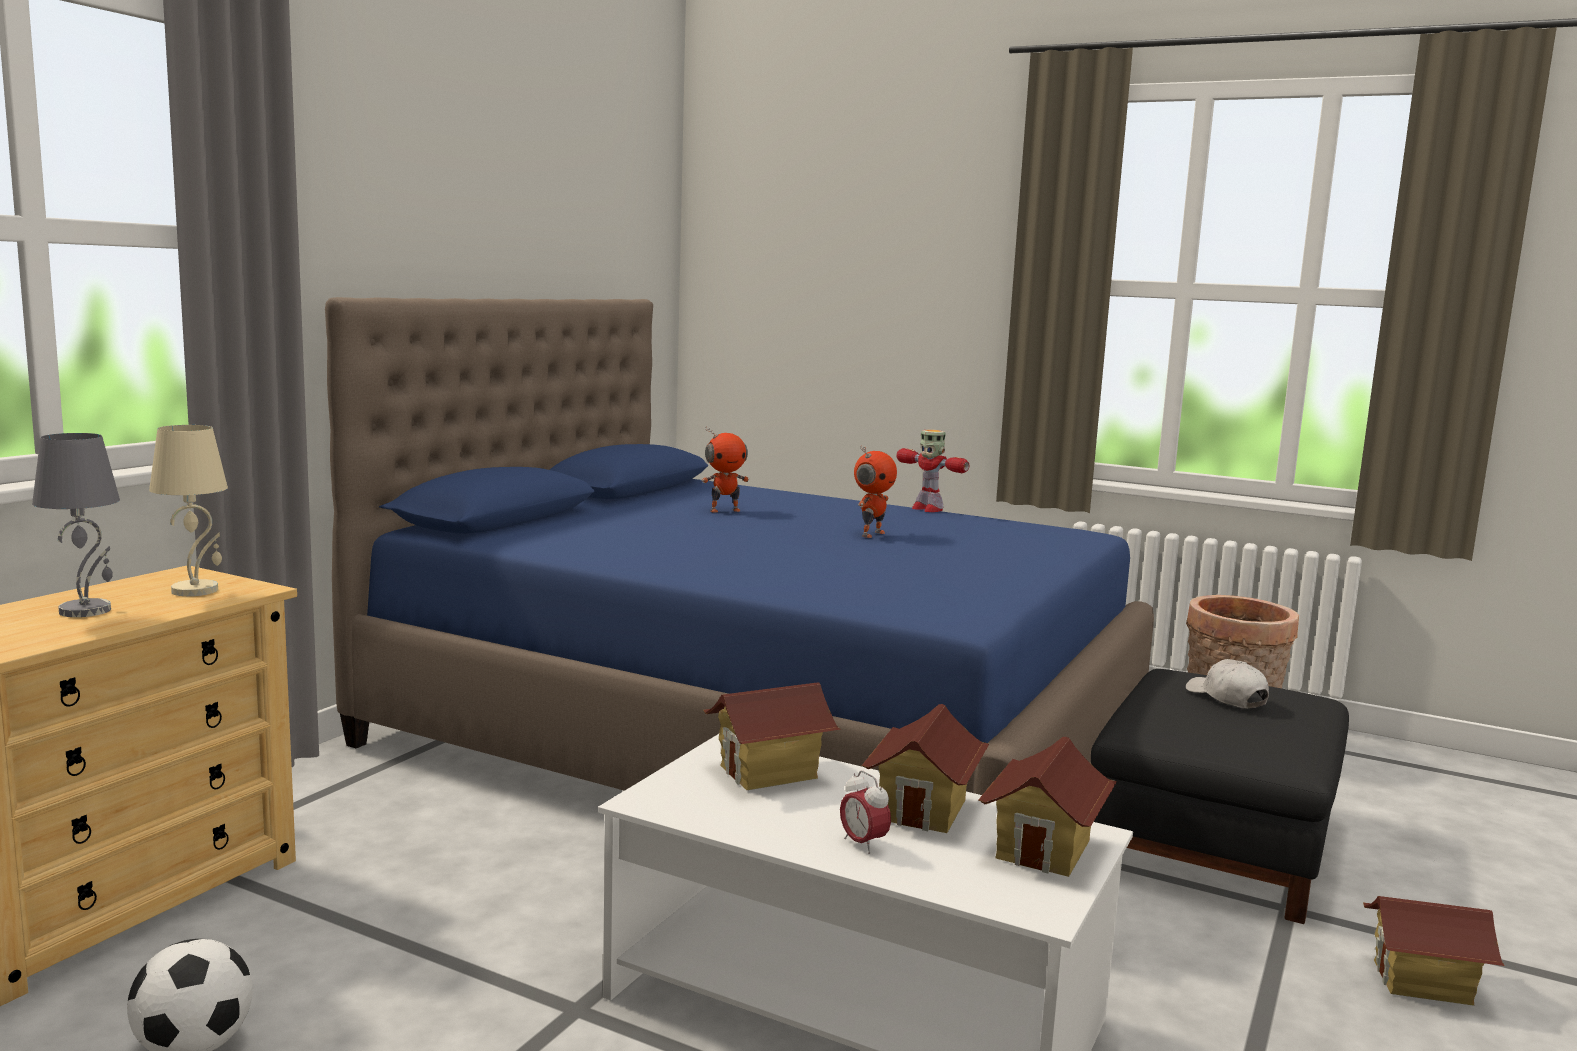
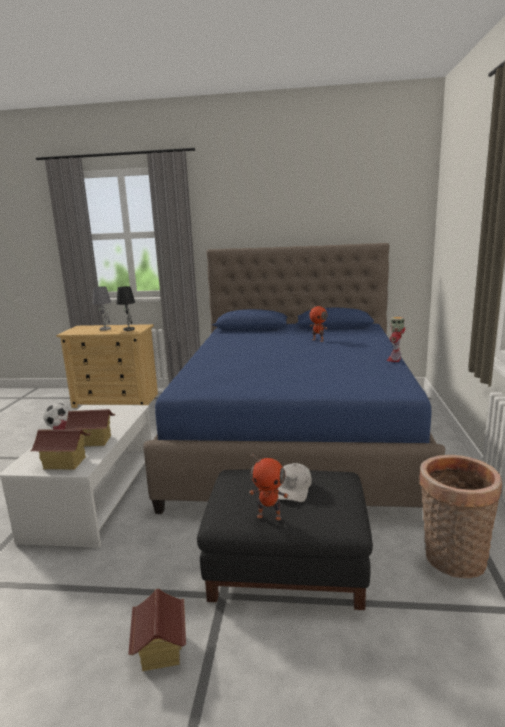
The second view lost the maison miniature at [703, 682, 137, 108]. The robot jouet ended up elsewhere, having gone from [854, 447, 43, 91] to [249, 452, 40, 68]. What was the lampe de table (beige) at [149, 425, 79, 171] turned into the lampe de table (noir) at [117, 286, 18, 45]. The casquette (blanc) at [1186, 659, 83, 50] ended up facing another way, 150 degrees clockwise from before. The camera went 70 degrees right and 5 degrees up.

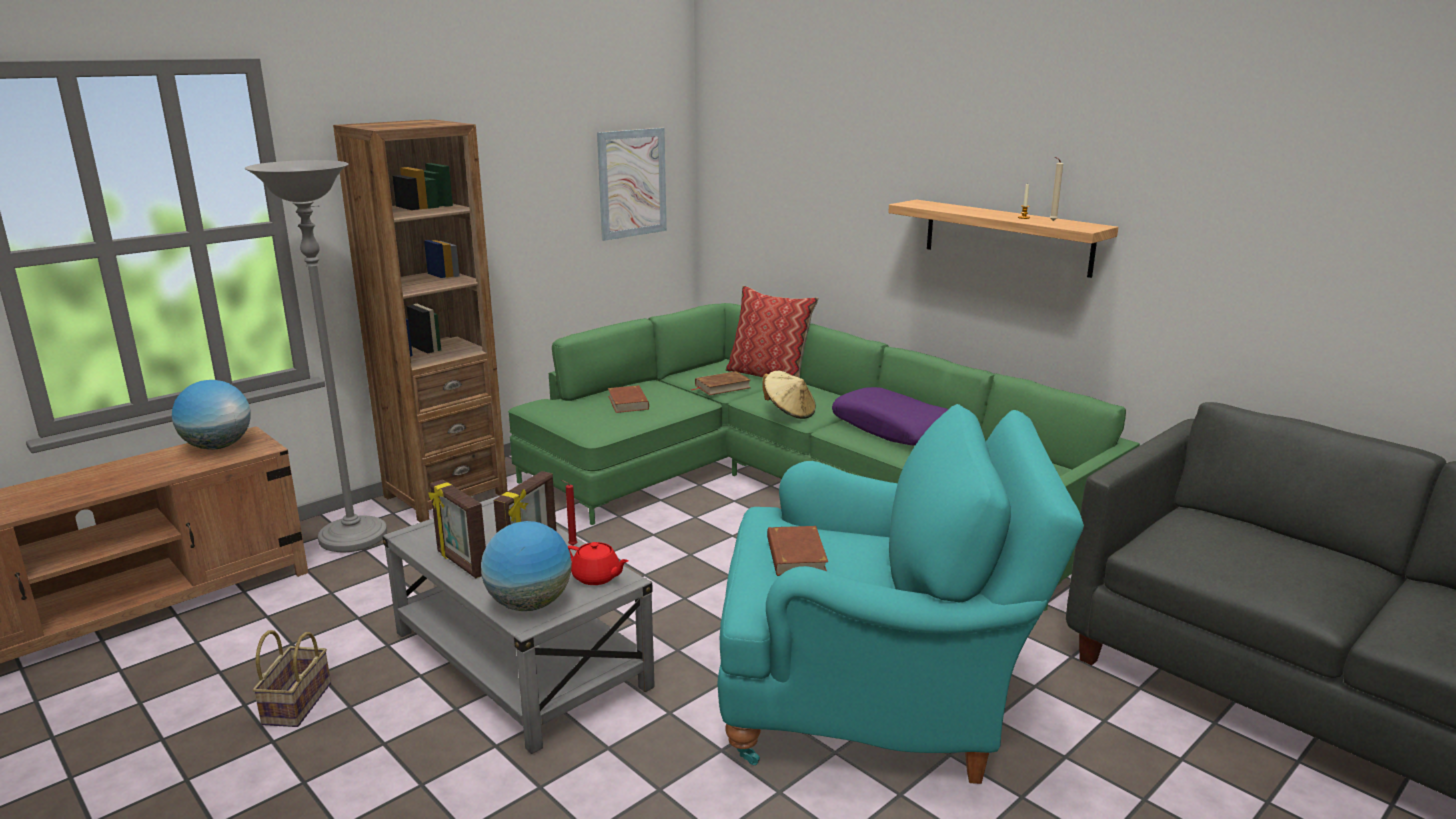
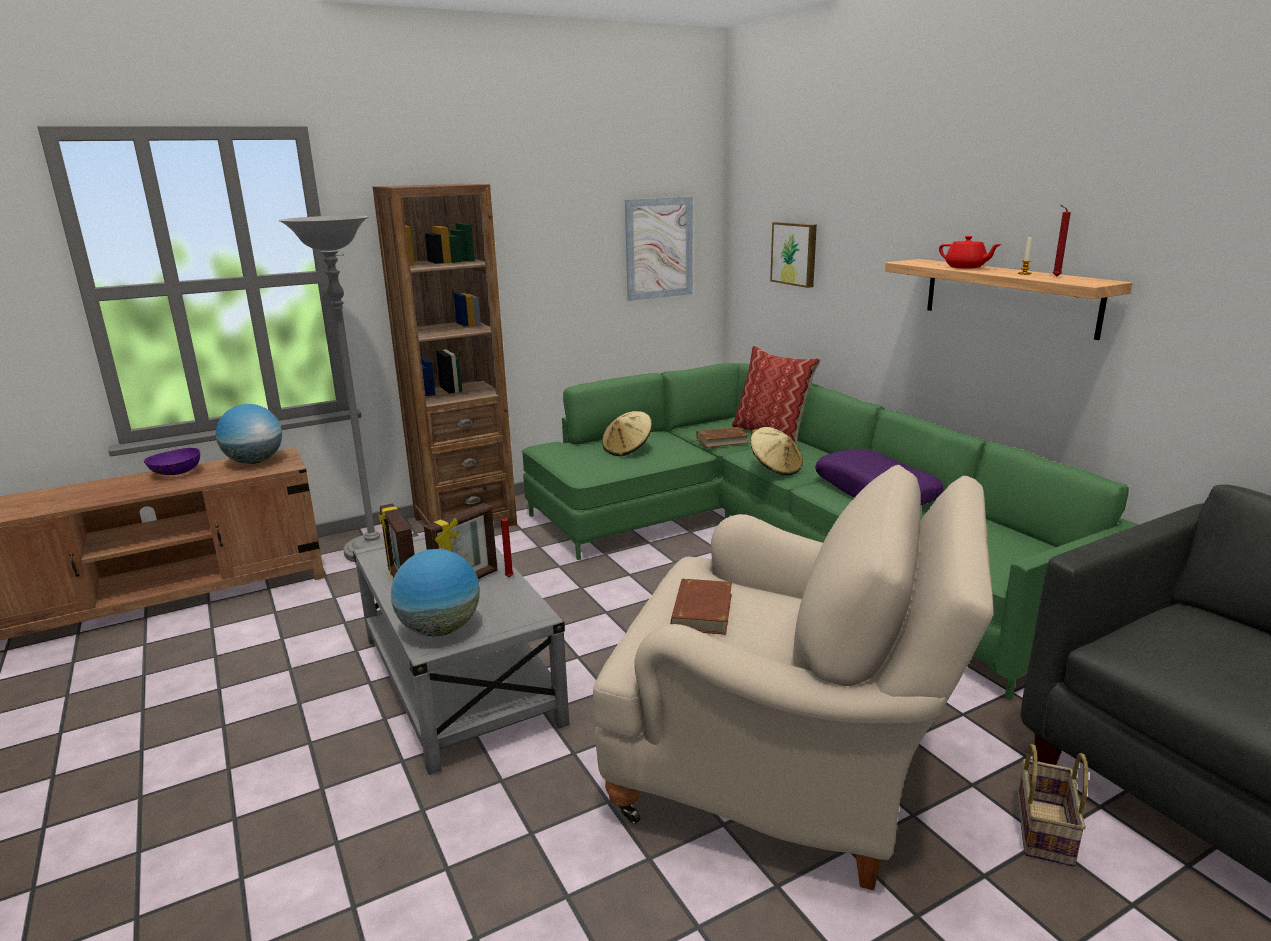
The second view gained the bol (violet) at [144, 448, 56, 27]. The second view gained the tableau at [770, 222, 47, 66]. The panier ended up elsewhere, having gone from [253, 630, 78, 97] to [1017, 744, 71, 122]. The théière (rouge) ended up elsewhere, having gone from [568, 542, 61, 43] to [939, 236, 63, 33]. Where the livre (marron) stood at [608, 385, 41, 28], the chapeau (beige) came to stand at [602, 411, 50, 45]. What was the fauteuil (turquoise) at [718, 404, 366, 380] turned into the fauteuil (beige) at [593, 465, 401, 425]. What was the bougie (beige) at [1050, 157, 13, 64] turned into the bougie (rouge) at [1053, 205, 18, 72]. The camera went 15 degrees right and 0 degrees up.

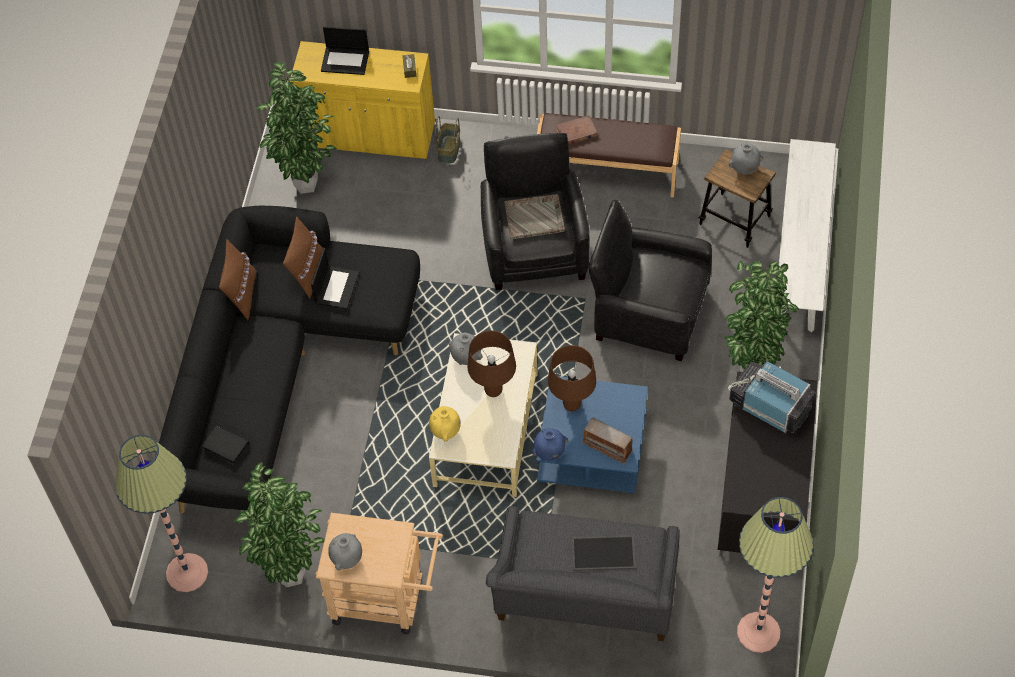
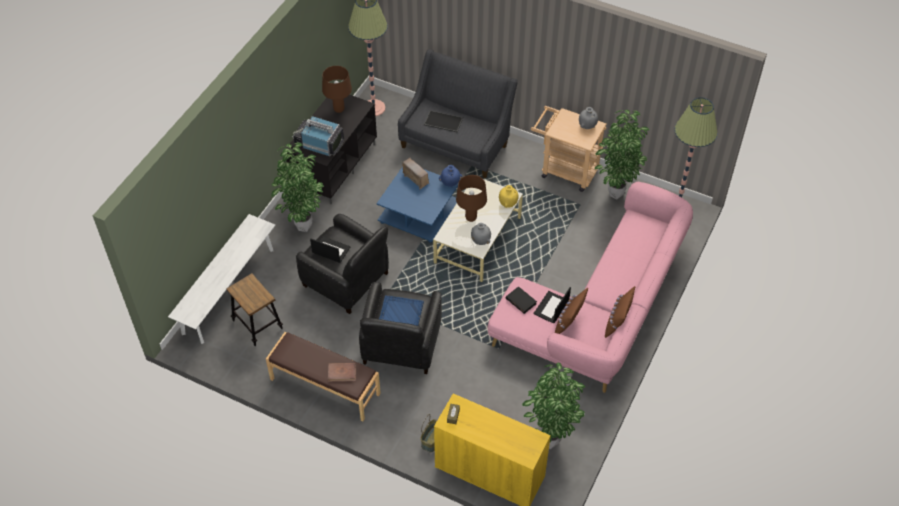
The second view lost the vase (gris) at [728, 142, 35, 32]. The livre (noir) ended up elsewhere, having gone from [202, 426, 47, 39] to [506, 286, 31, 28]. The ordinateur portable ended up elsewhere, having gone from [321, 26, 48, 49] to [310, 237, 40, 26]. The lampe de table (marron) ended up elsewhere, having gone from [548, 345, 48, 67] to [322, 66, 30, 47]. What was the canapé (noir) at [155, 206, 265, 307] turned into the canapé (rose) at [487, 182, 206, 211]. What was the plateau (gris) at [504, 194, 61, 45] turned into the plateau (bleu) at [379, 295, 45, 31]. The téléviseur at [728, 360, 87, 73] ended up facing another way, 150 degrees clockwise from before. The camera went 165 degrees left and 5 degrees down.

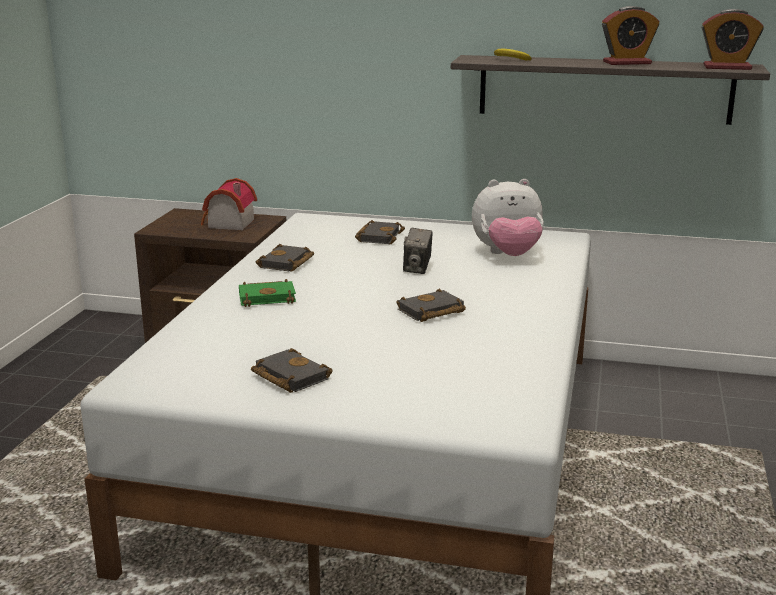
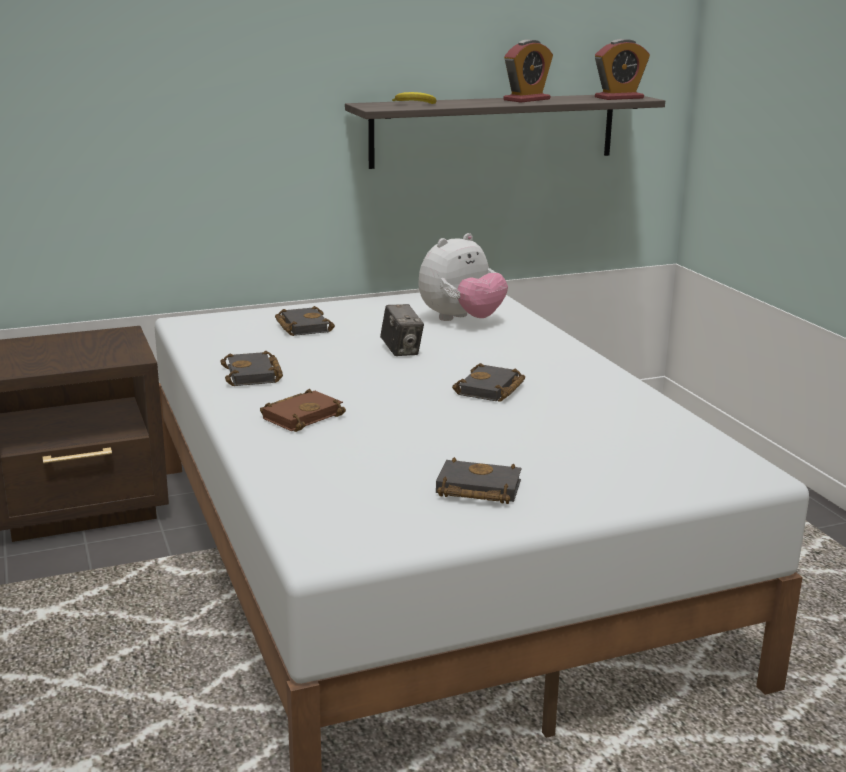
The second view lost the maison miniature at [201, 178, 56, 52]. What was the livre (vert) at [239, 279, 57, 28] turned into the livre (marron) at [260, 389, 86, 43]. The camera went 35 degrees left and 0 degrees up.

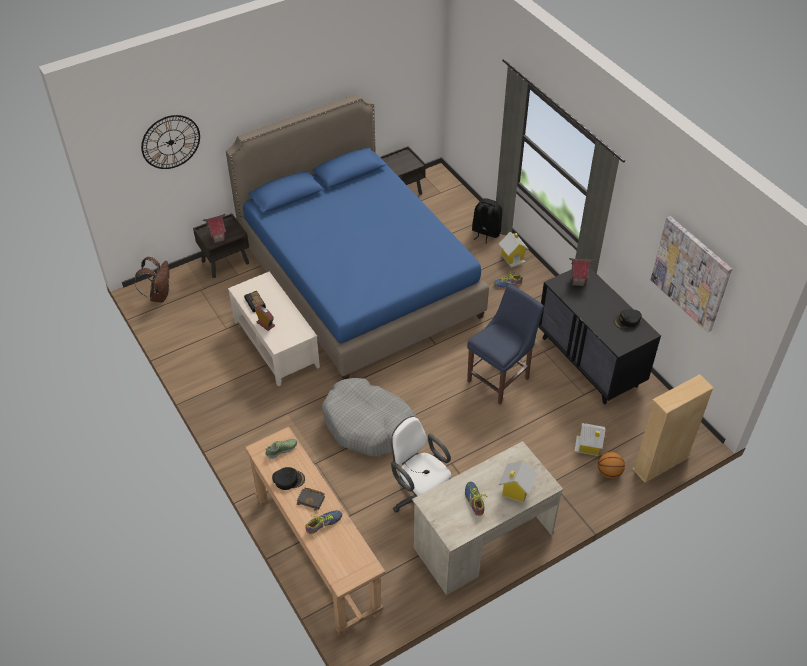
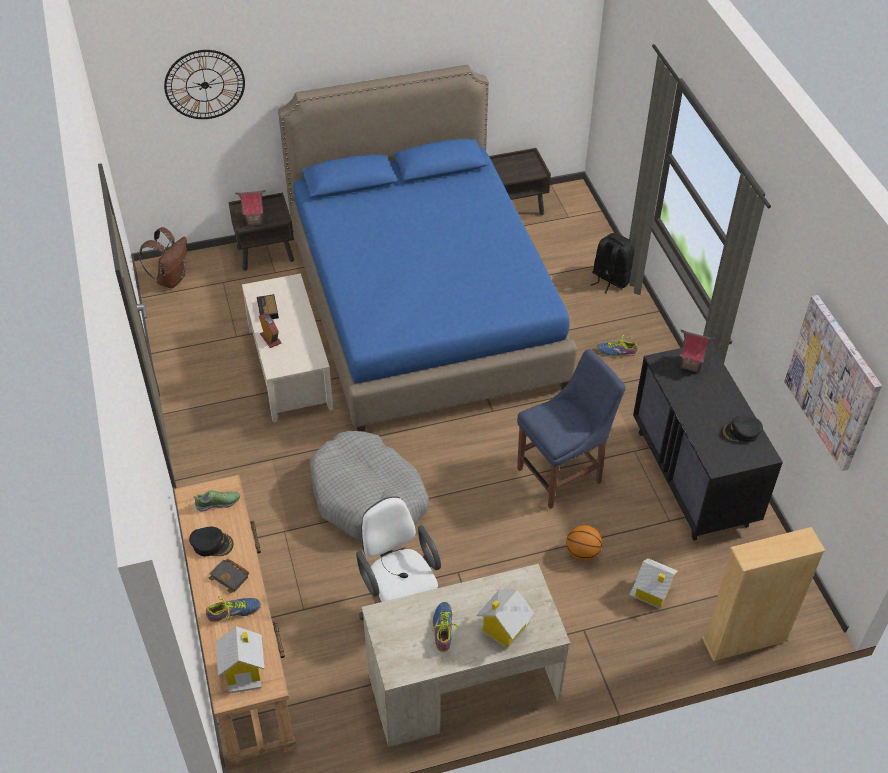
The maison miniature ended up elsewhere, having gone from [499, 232, 29, 36] to [216, 626, 48, 67]. The ballon de basket ended up elsewhere, having gone from [598, 452, 27, 27] to [566, 525, 36, 36]. The camera went 15 degrees right and 0 degrees up.

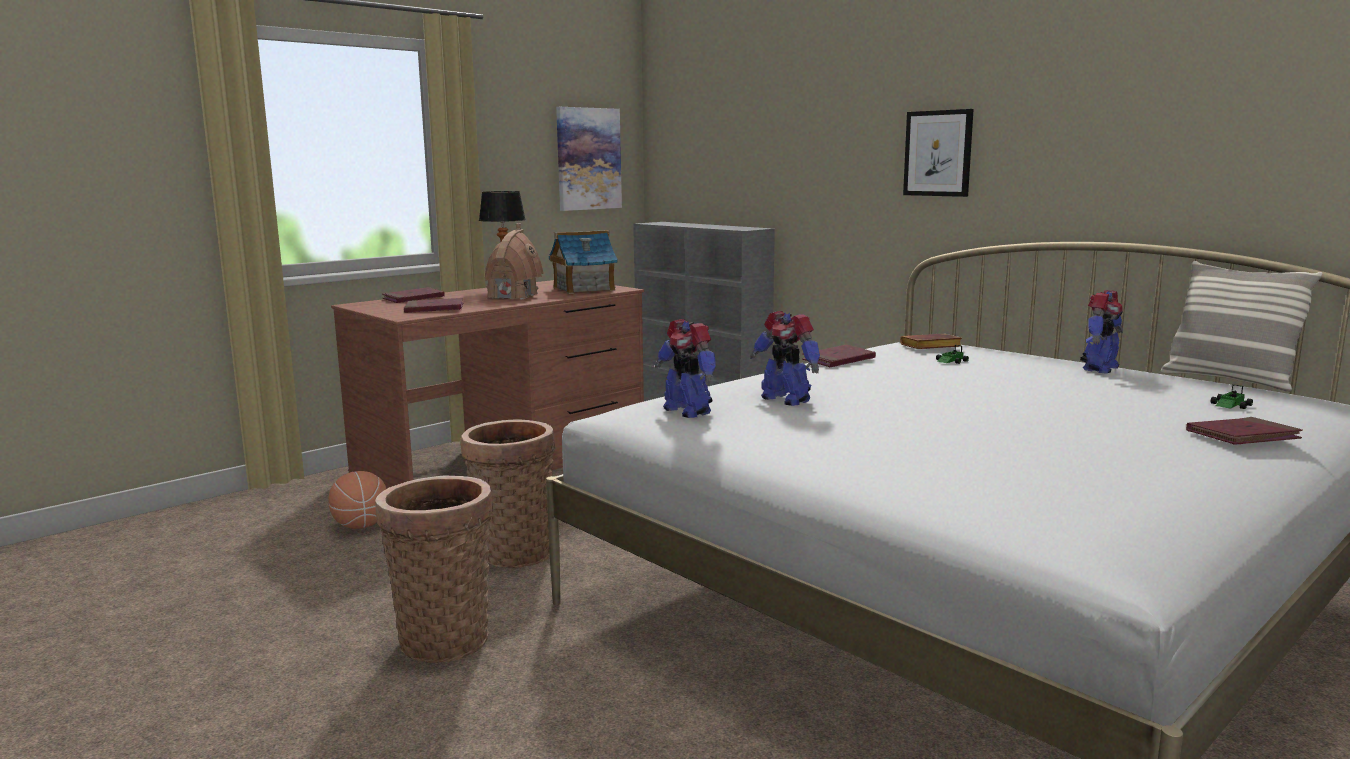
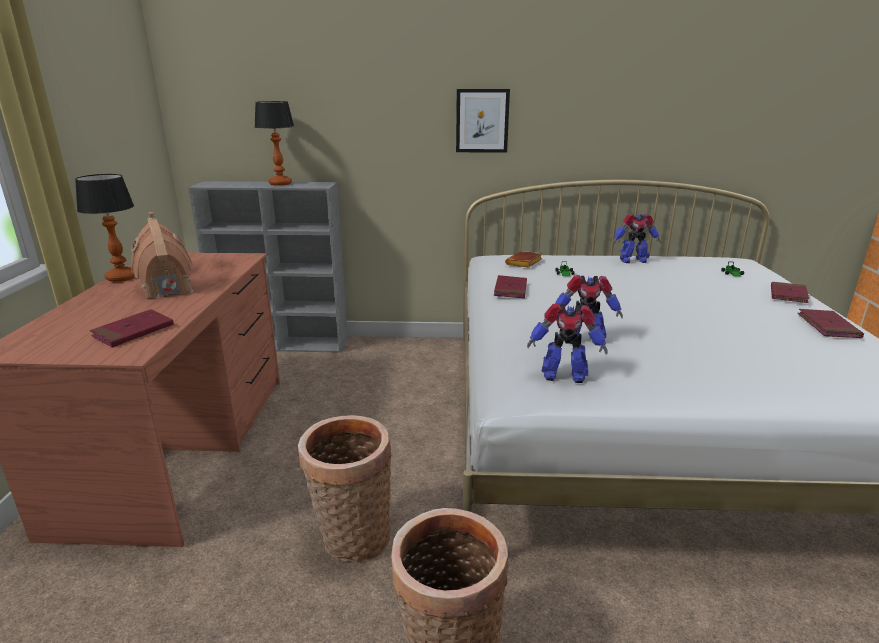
The second view lost the ballon de basket at [328, 471, 59, 58]. The second view lost the maison miniature at [549, 230, 69, 64]. The second view lost the tableau at [556, 107, 66, 104]. The second view lost the coussin at [1161, 261, 161, 131]. The second view gained the lampe de table at [255, 101, 39, 85]. The livre (rouge) ended up elsewhere, having gone from [382, 287, 63, 16] to [797, 309, 67, 29]. The robot jouet at [1080, 290, 43, 83] ended up facing another way, 90 degrees clockwise from before. The camera went 45 degrees left and 10 degrees up.

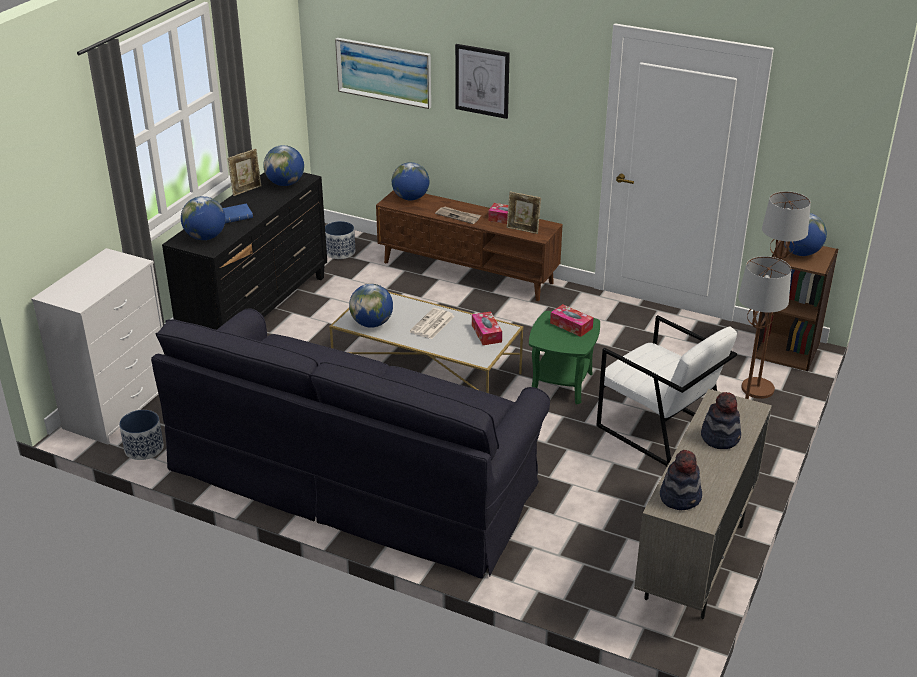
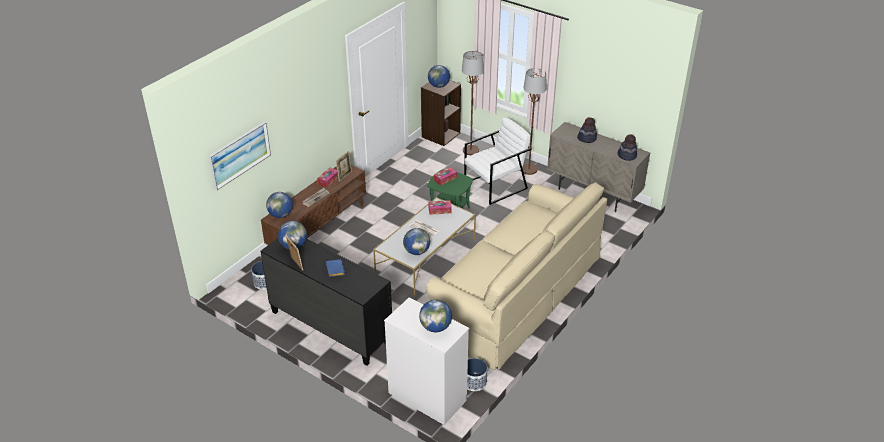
The second view lost the tableau at [455, 44, 55, 75]. The globe ended up elsewhere, having gone from [181, 196, 44, 44] to [419, 299, 33, 33]. What was the canapé (noir) at [151, 309, 399, 270] turned into the canapé (beige) at [426, 182, 181, 188]. The camera went 80 degrees left and 5 degrees up.

